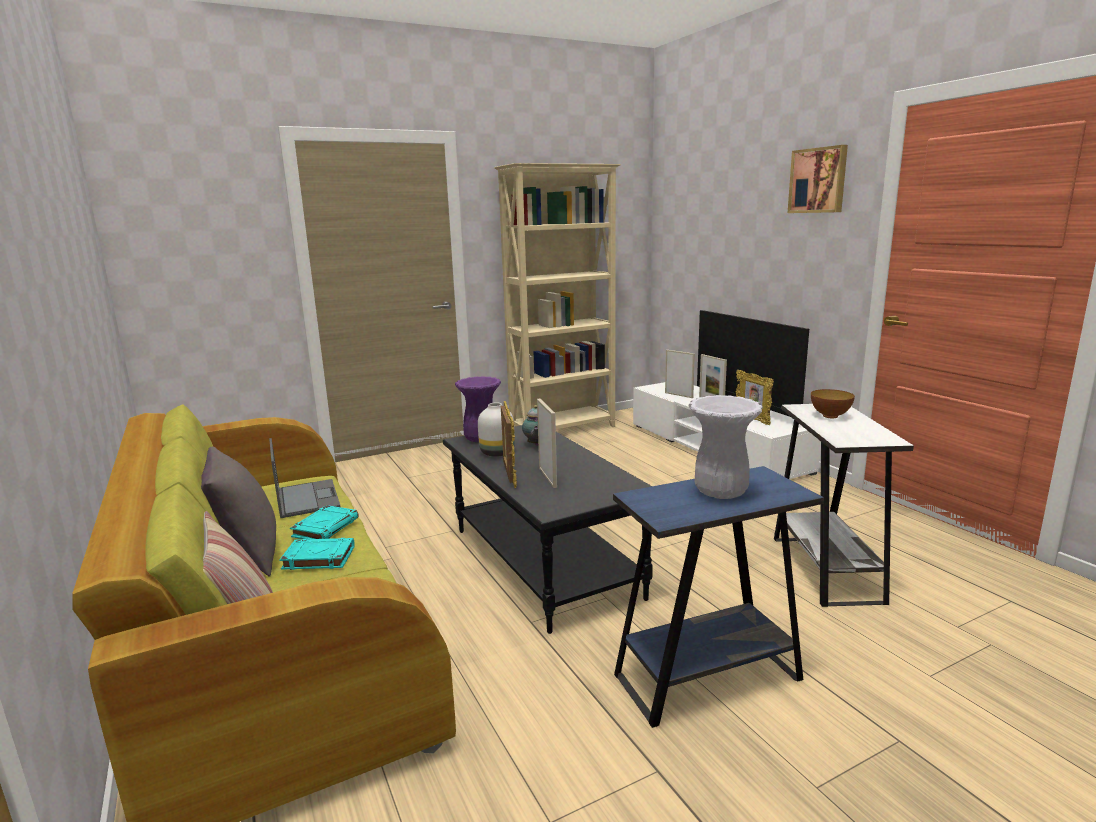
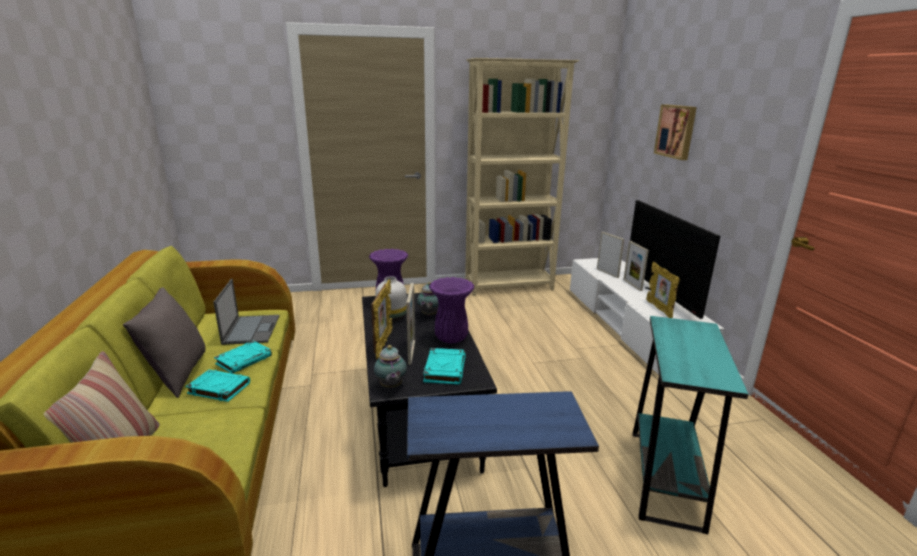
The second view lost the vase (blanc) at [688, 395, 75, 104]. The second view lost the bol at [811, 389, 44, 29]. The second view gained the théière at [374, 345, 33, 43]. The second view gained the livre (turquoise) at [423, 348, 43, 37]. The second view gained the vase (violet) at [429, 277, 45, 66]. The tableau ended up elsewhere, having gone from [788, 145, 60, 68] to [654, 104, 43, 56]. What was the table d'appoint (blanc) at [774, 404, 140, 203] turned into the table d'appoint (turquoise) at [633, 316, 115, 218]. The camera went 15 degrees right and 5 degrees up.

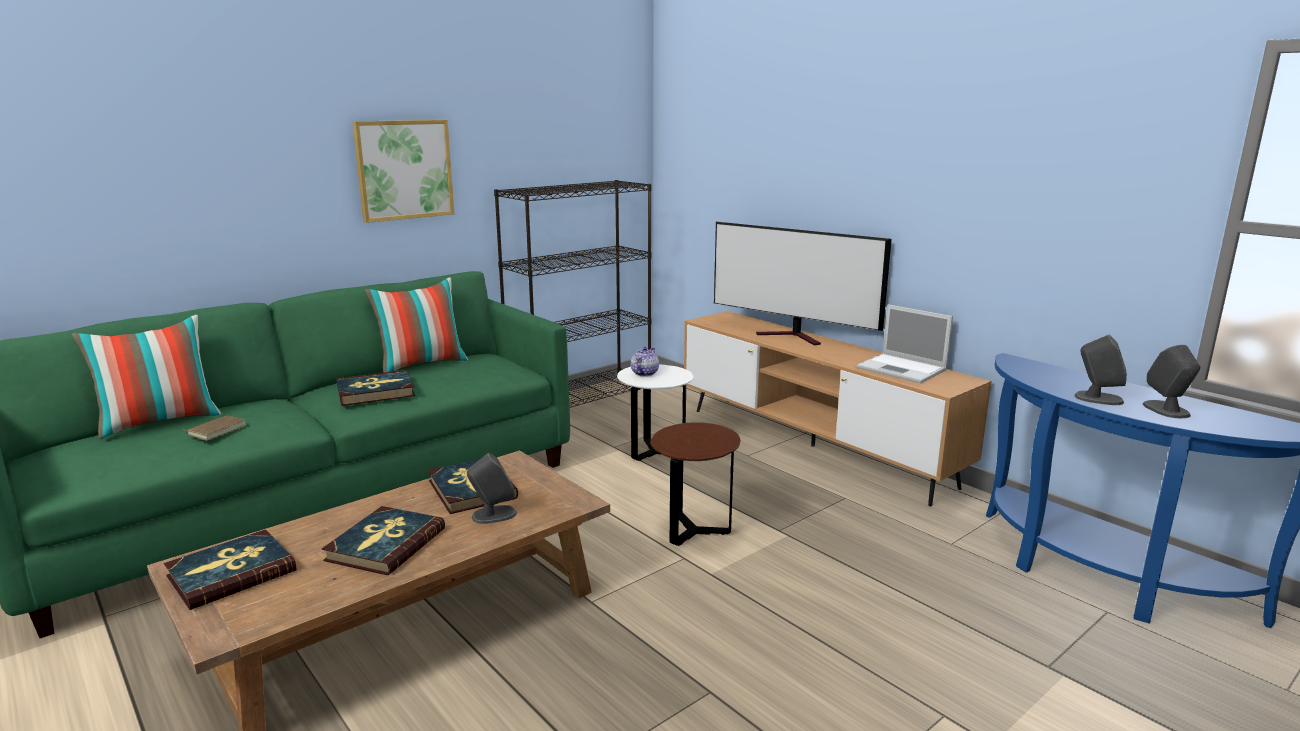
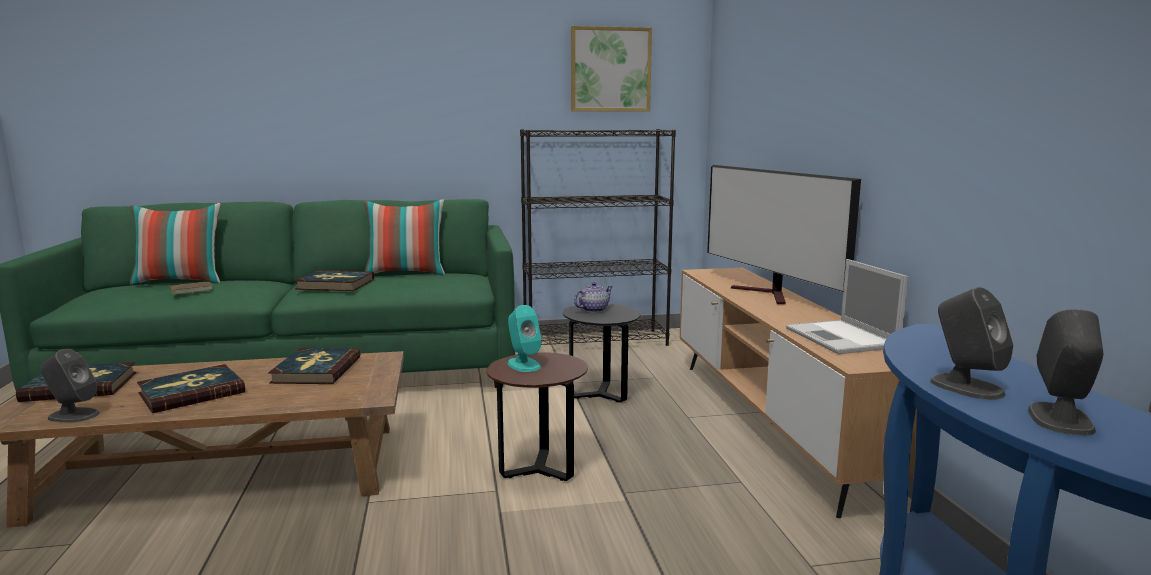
The second view gained the enceinte (turquoise) at [507, 305, 35, 67]. The tableau ended up elsewhere, having gone from [352, 120, 102, 103] to [571, 26, 81, 85]. The enceinte (gris) ended up elsewhere, having gone from [467, 453, 50, 71] to [40, 349, 59, 74]. What was the table d'appoint (blanc) at [617, 365, 77, 96] turned into the table d'appoint (noir) at [563, 304, 77, 99]. The camera went 30 degrees right and 5 degrees down.

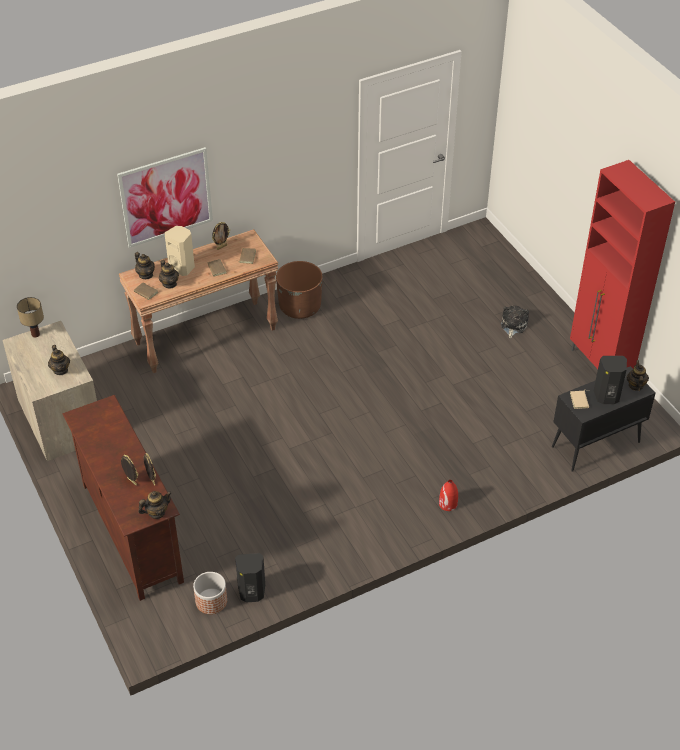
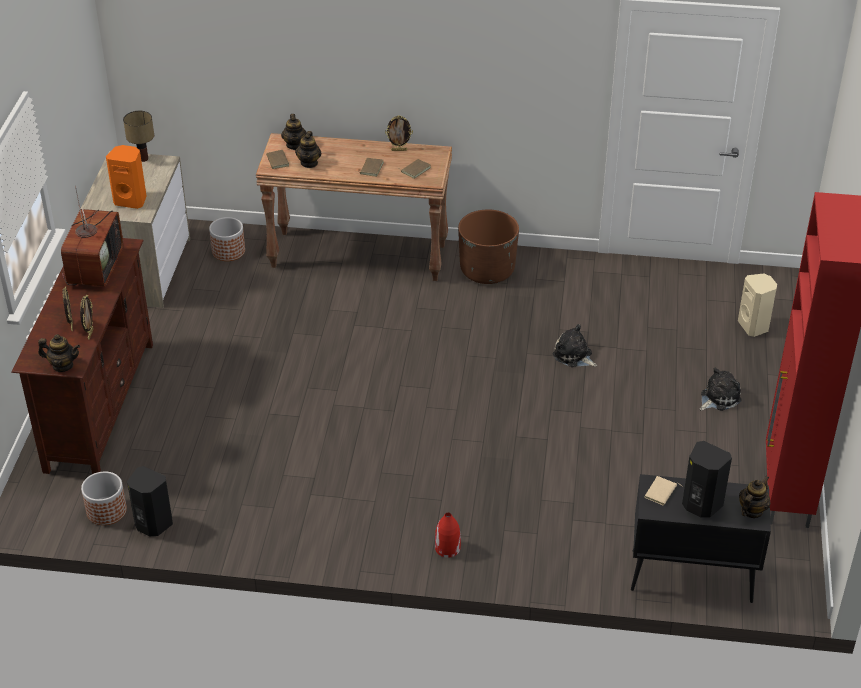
The second view lost the tableau at [117, 147, 96, 101]. The second view gained the téléviseur at [61, 186, 63, 101]. The second view gained the cache-pot at [209, 217, 36, 44]. The second view gained the peluche at [552, 324, 45, 43]. The enceinte (beige) ended up elsewhere, having gone from [165, 226, 30, 50] to [738, 273, 39, 64]. Where the théière stood at [48, 345, 22, 30], the enceinte (orange) came to stand at [106, 145, 41, 64]. The camera went 35 degrees right and 5 degrees down.

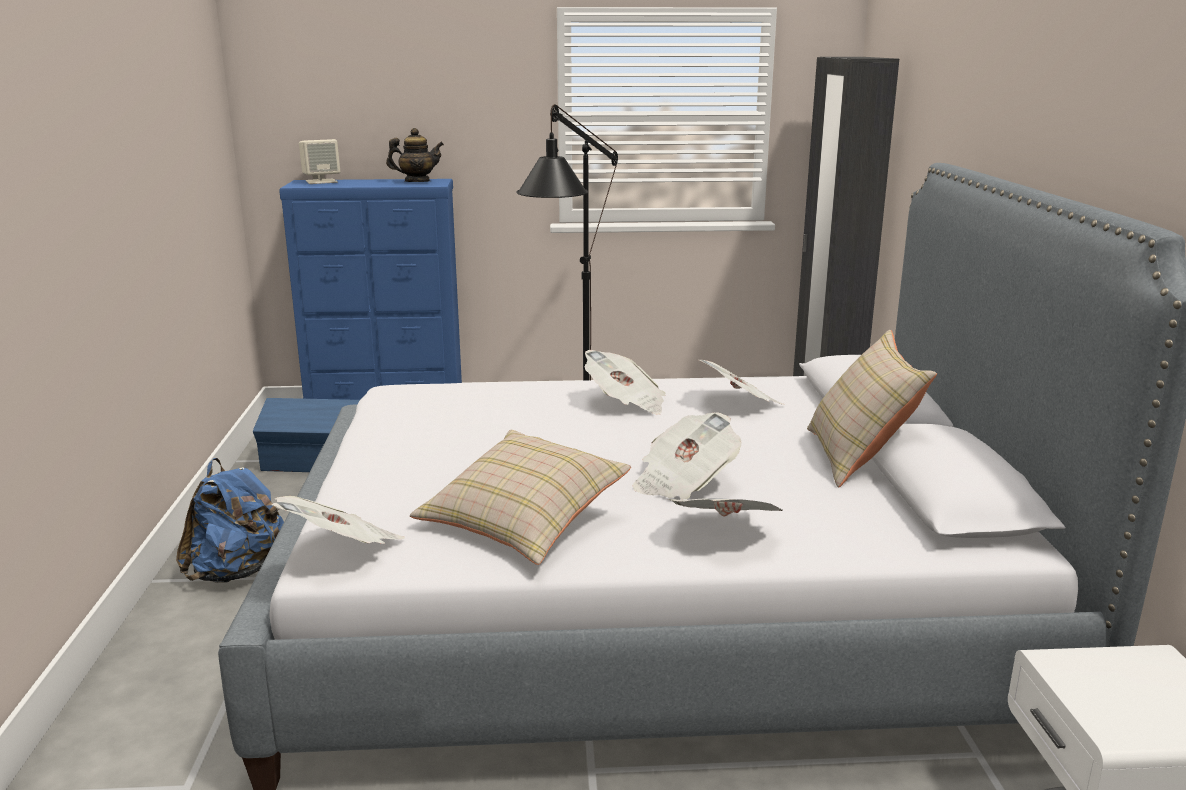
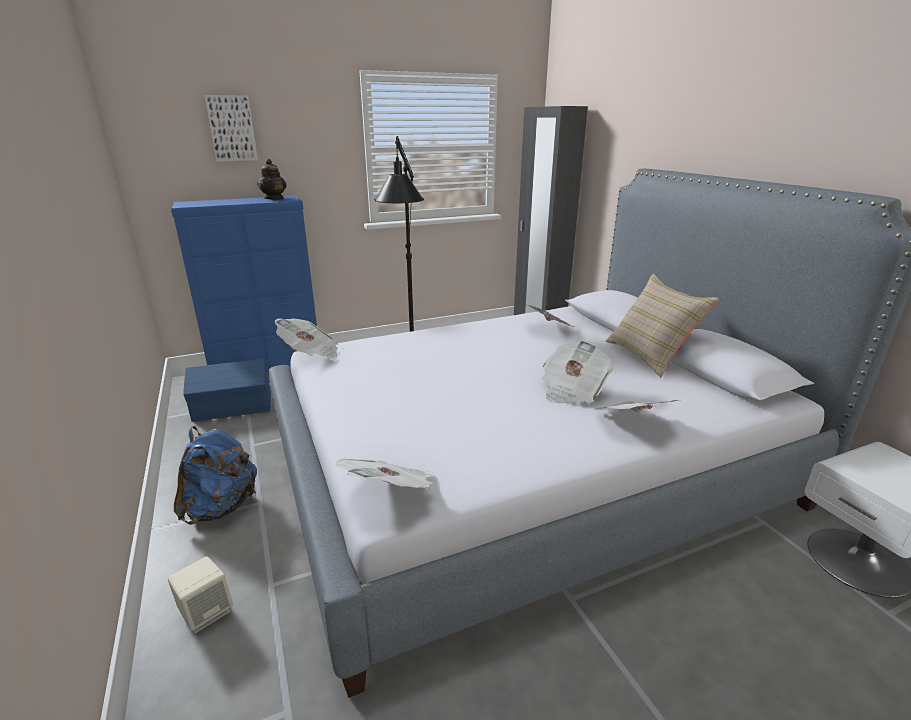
The second view lost the coussin (beige) at [410, 430, 221, 135]. The second view gained the tableau at [204, 95, 54, 66]. The enceinte (beige) ended up elsewhere, having gone from [299, 139, 41, 45] to [168, 556, 65, 77]. The journal ended up elsewhere, having gone from [584, 350, 82, 65] to [275, 319, 63, 41]. The théière at [386, 128, 58, 54] ended up facing another way, 120 degrees clockwise from before. The camera went 20 degrees left and 5 degrees up.

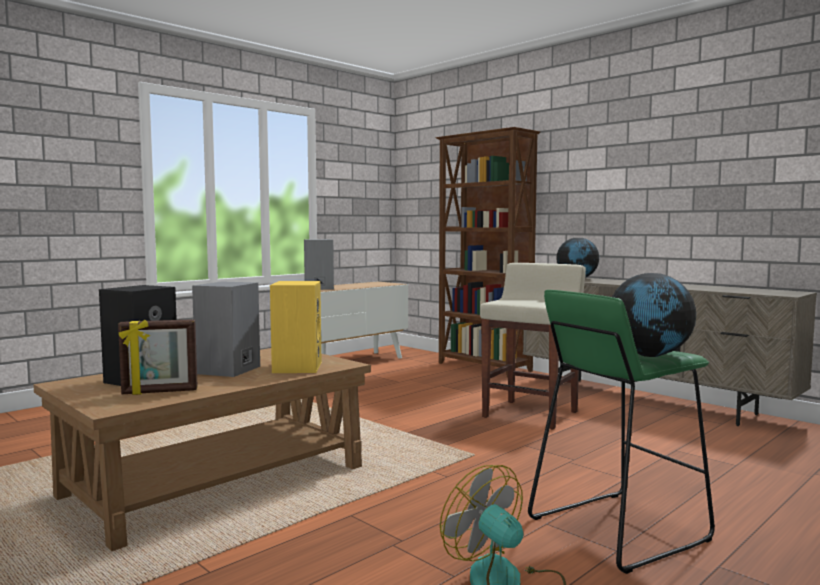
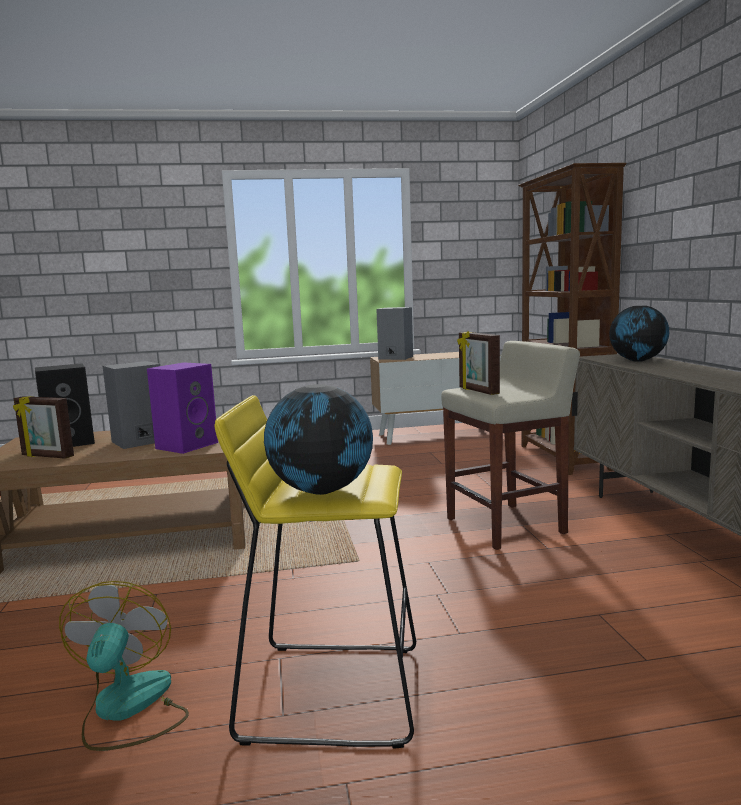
The second view gained the cadre photo at [457, 331, 43, 64]. What was the enceinte (jaune) at [270, 281, 51, 92] turned into the enceinte (violet) at [147, 363, 71, 91]. What was the tabouret (vert) at [528, 290, 187, 284] turned into the tabouret (jaune) at [214, 395, 202, 354]. The camera went 35 degrees right and 5 degrees up.

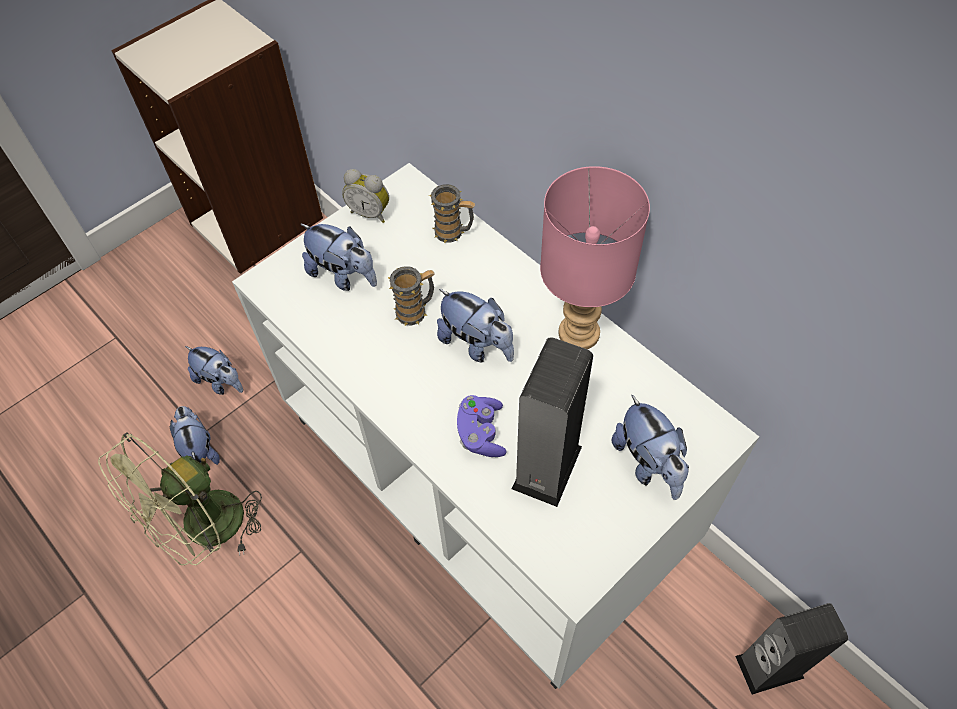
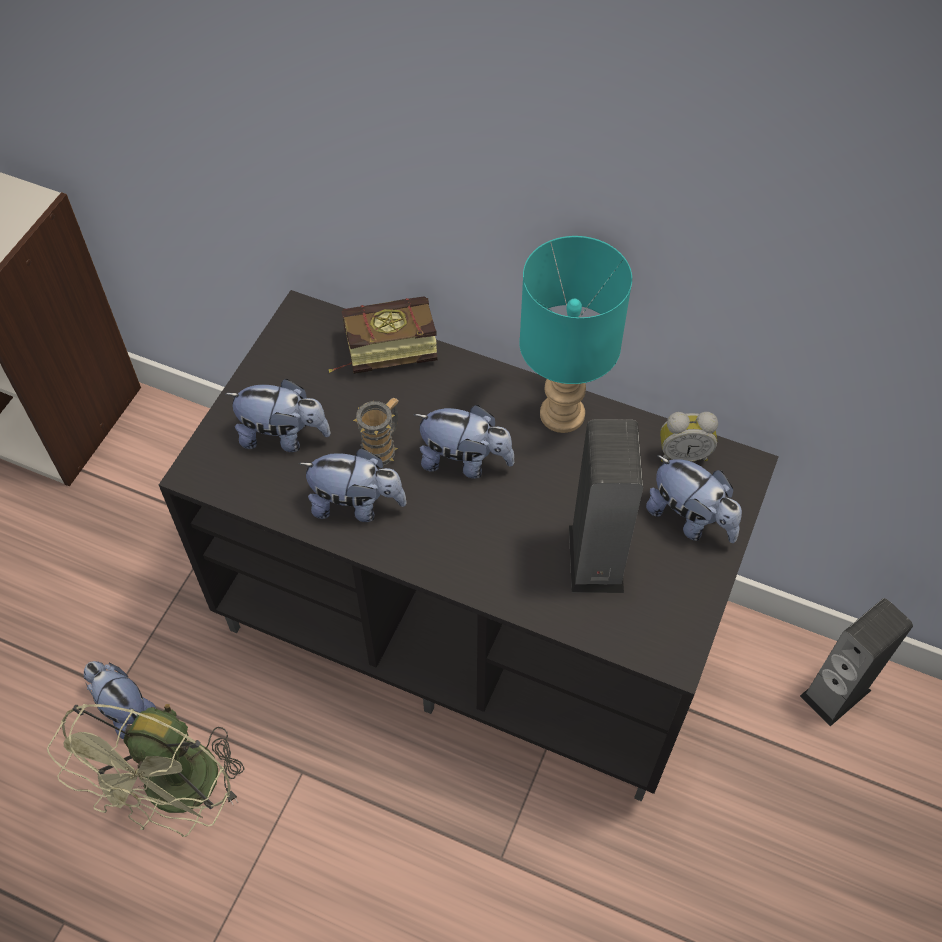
The second view lost the manette (violet) at [457, 395, 50, 62]. The peluche ended up elsewhere, having gone from [185, 346, 58, 49] to [299, 448, 108, 74]. The réveil ended up elsewhere, having gone from [342, 169, 47, 54] to [660, 412, 58, 50]. Where the mug stood at [429, 184, 46, 59], the livre came to stand at [329, 296, 109, 78]. What was the meuble télé (blanc) at [232, 163, 527, 526] turned into the meuble télé (noir) at [159, 290, 620, 512]. What was the lampe de table (rose) at [540, 166, 110, 183] turned into the lampe de table (turquoise) at [519, 236, 113, 197]. The camera went 25 degrees left and 0 degrees up.

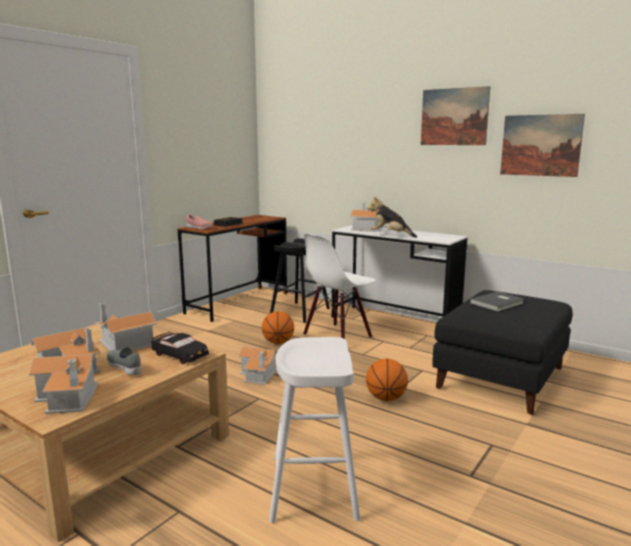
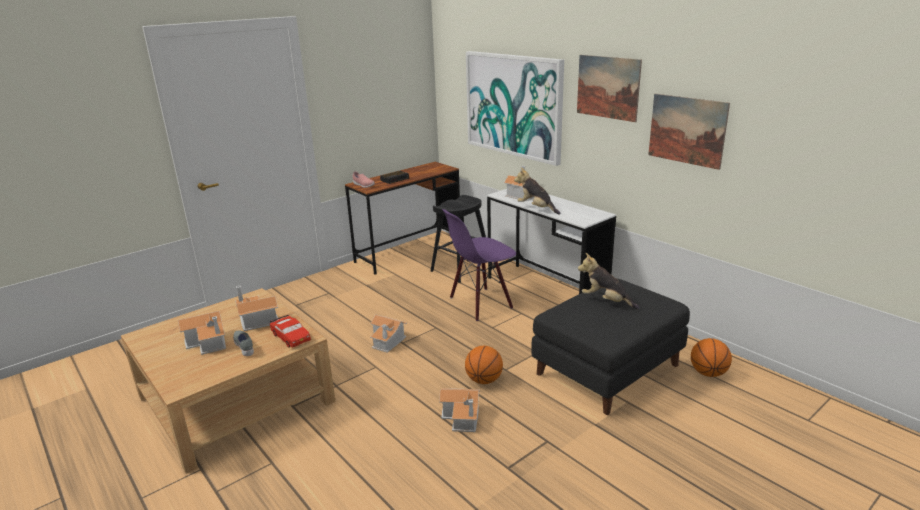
The second view lost the tabouret (blanc) at [269, 337, 91, 186]. The second view gained the tableau at [466, 51, 98, 115]. The maison miniature ended up elsewhere, having gone from [29, 354, 69, 60] to [439, 388, 41, 44]. The ballon de basket ended up elsewhere, having gone from [262, 311, 32, 33] to [691, 338, 41, 39]. Where the livre (gris) stood at [470, 292, 54, 20], the peluche came to stand at [578, 253, 62, 56]. What was the petite voiture (noir) at [151, 332, 58, 32] turned into the petite voiture (rouge) at [270, 315, 41, 33]. What was the chaise (blanc) at [303, 233, 73, 106] turned into the chaise (violet) at [442, 209, 74, 112]. The camera went 15 degrees right and 10 degrees up.

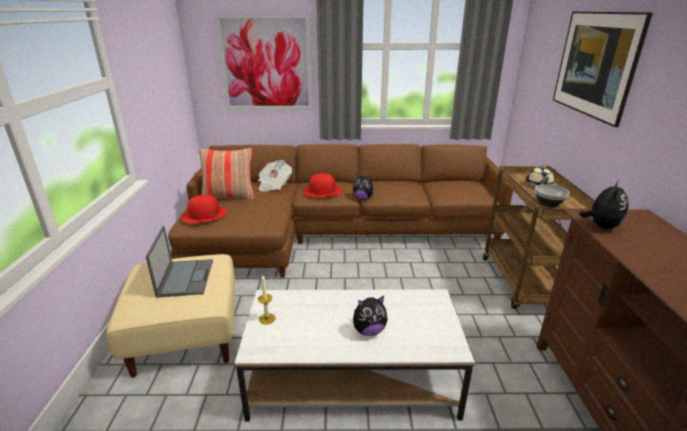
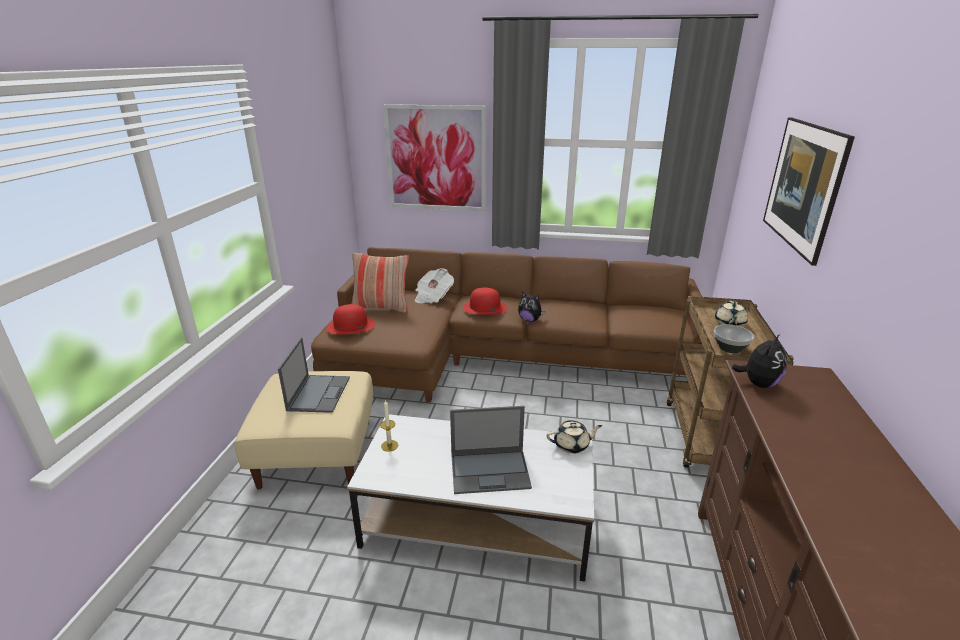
The second view gained the théière (beige) at [546, 420, 56, 34]. Where the peluche stood at [353, 296, 35, 40], the ordinateur portable came to stand at [450, 406, 82, 88]. The camera went 10 degrees right and 0 degrees up.

